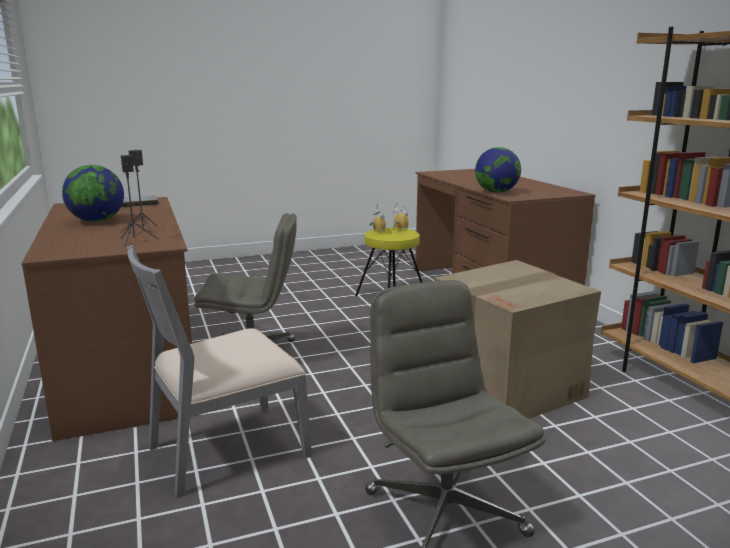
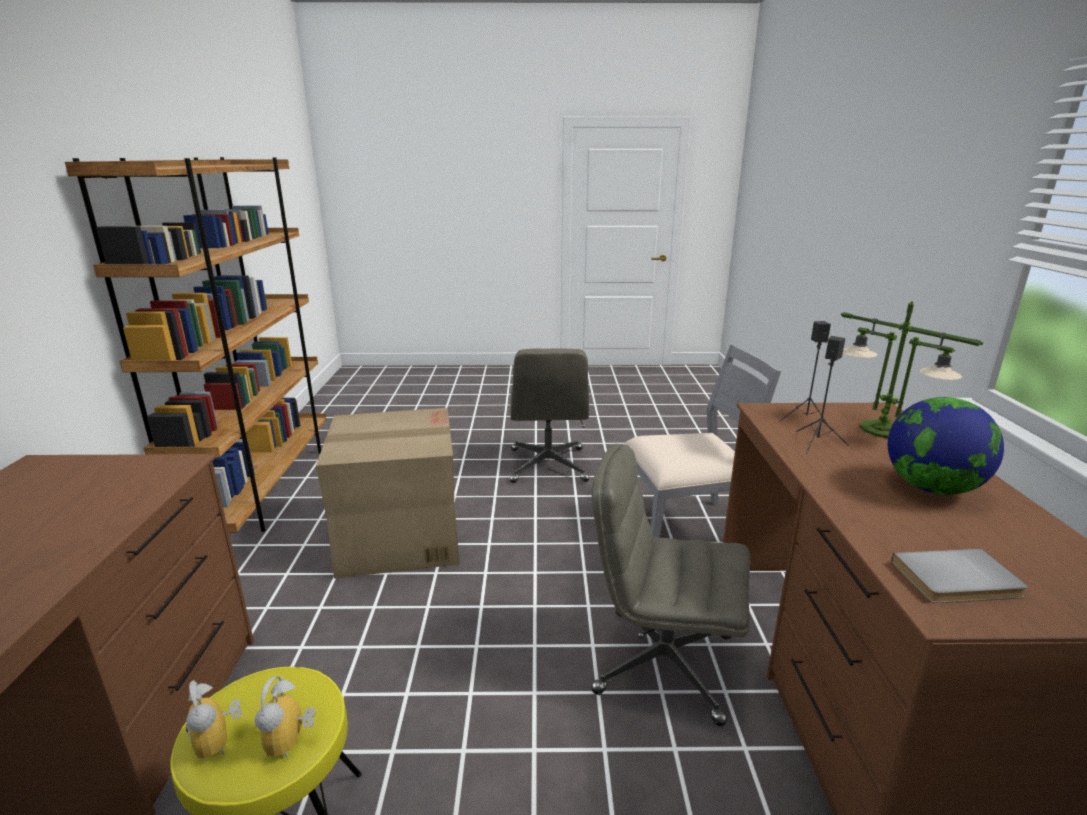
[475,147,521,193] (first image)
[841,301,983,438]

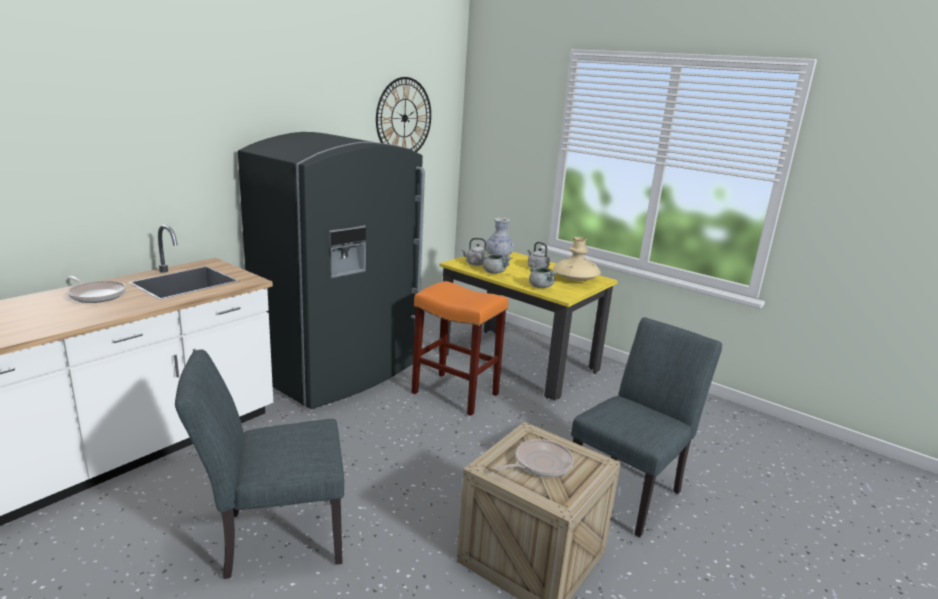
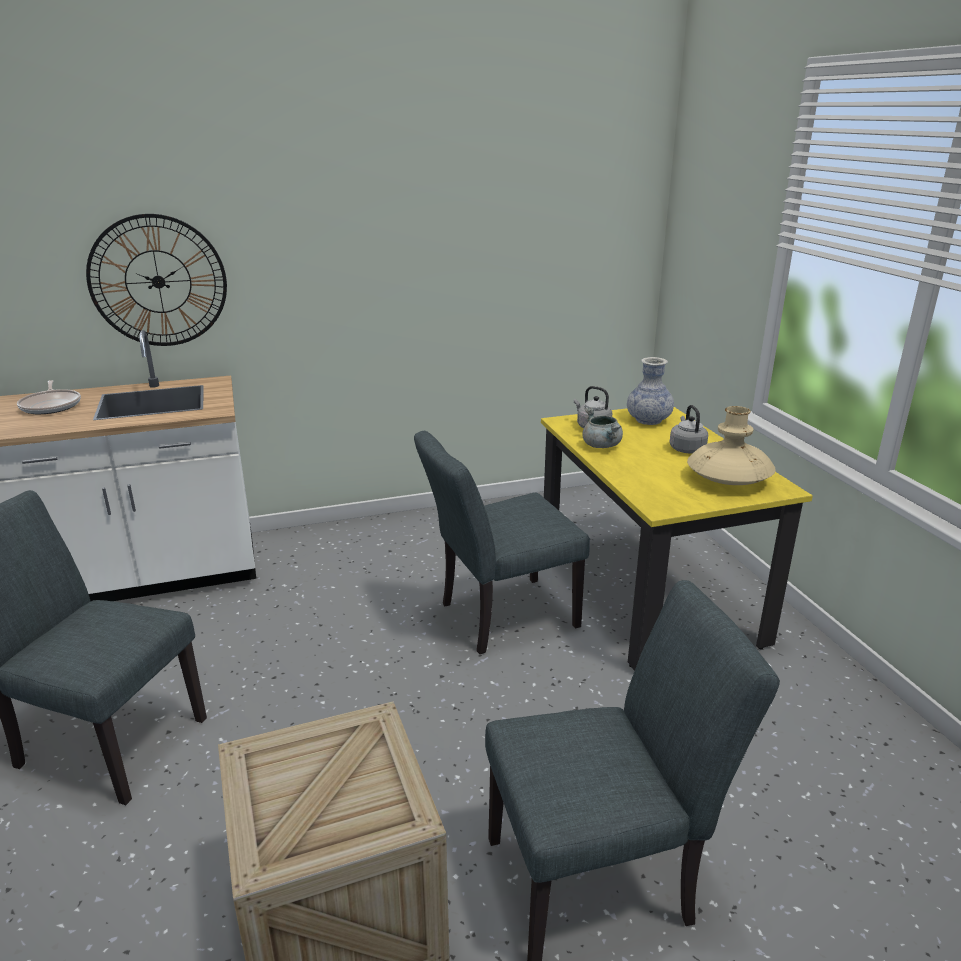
[86,214,227,346]
[238,132,425,409] (first image)
[529,262,557,288] (first image)
[414,431,590,654]
[495,439,573,477] (first image)

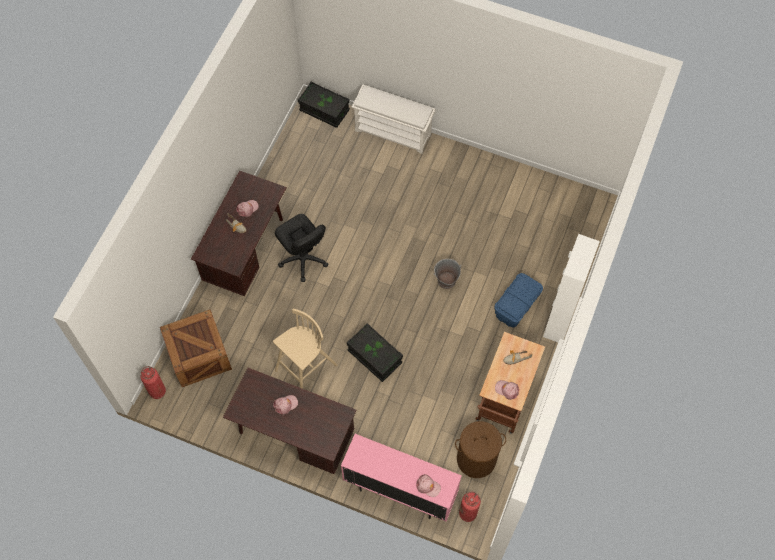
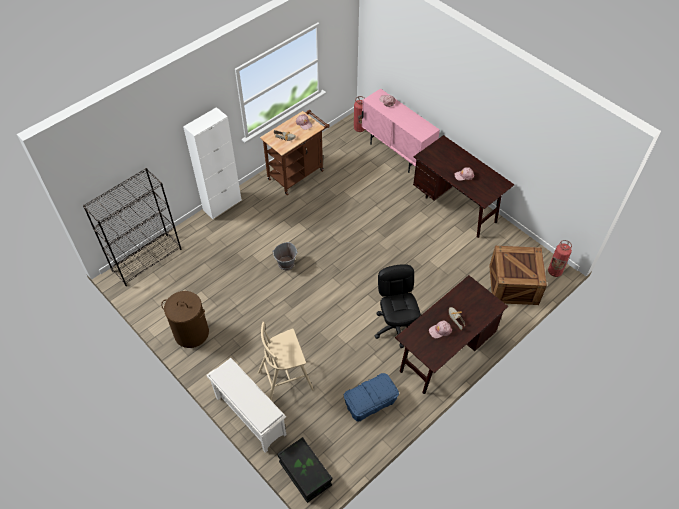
[344,373,399,422]
[258,322,314,400]
[347,323,403,382] (first image)
[161,291,209,348]
[83,168,182,286]

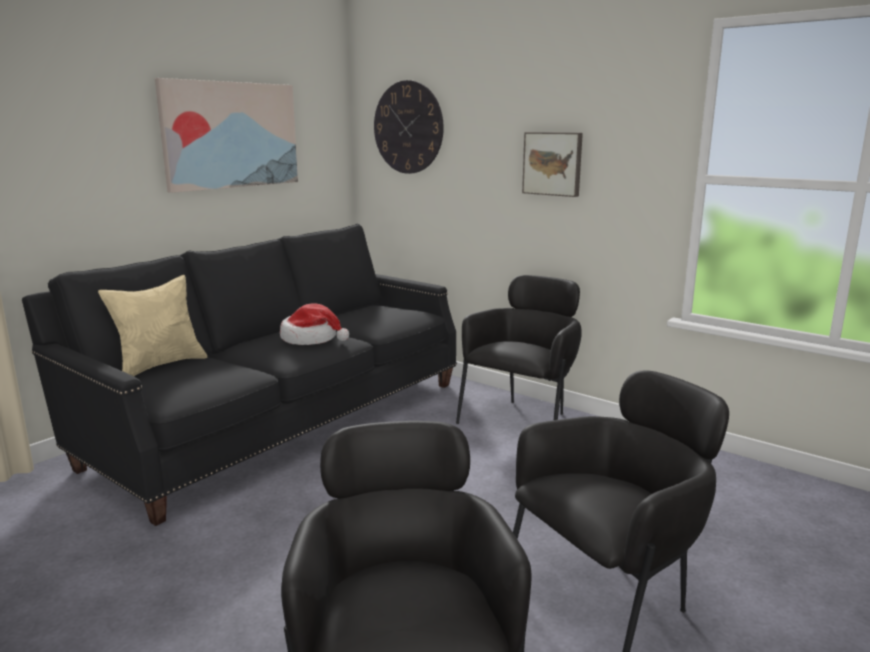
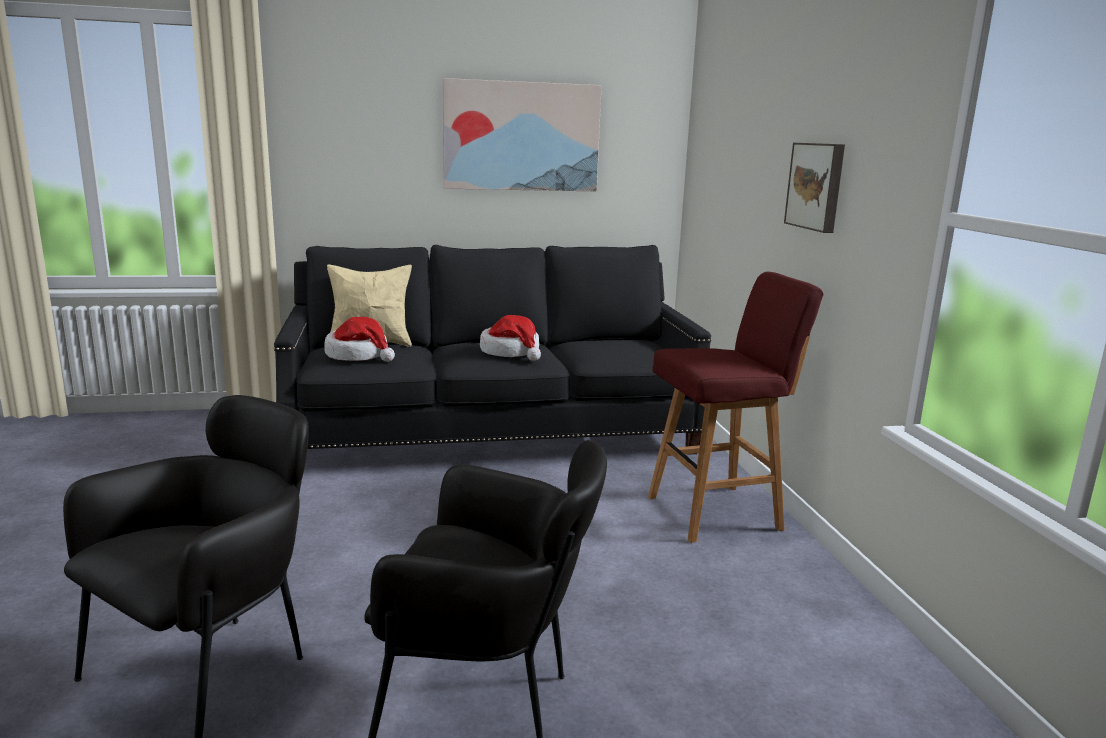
[374,80,444,174] (first image)
[648,272,823,543]
[324,317,395,362]

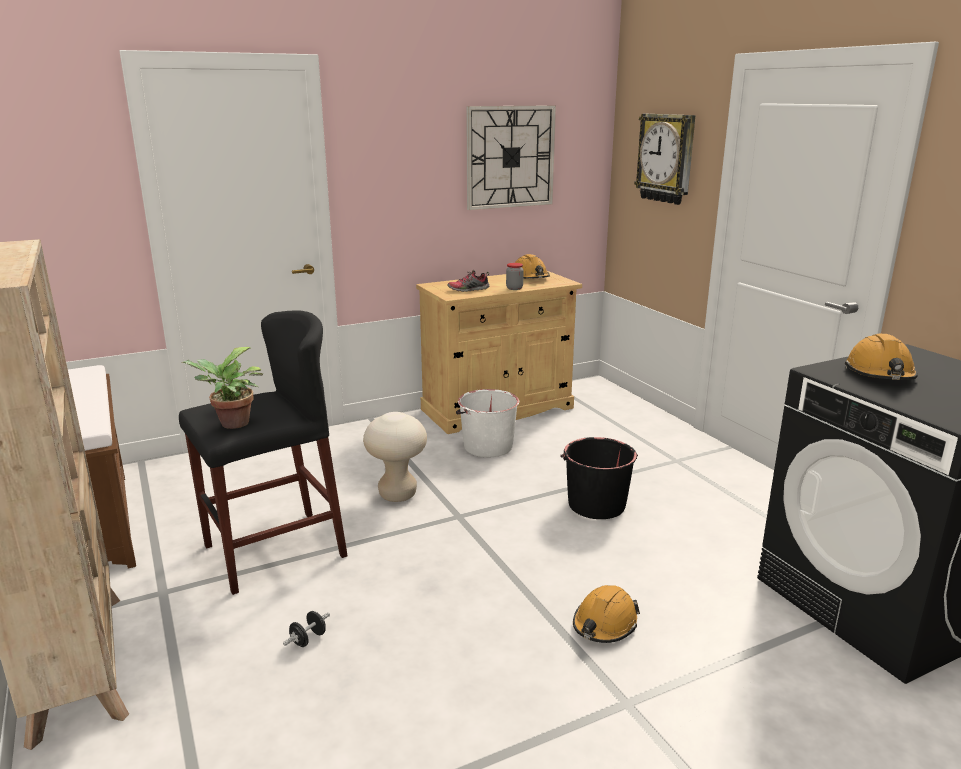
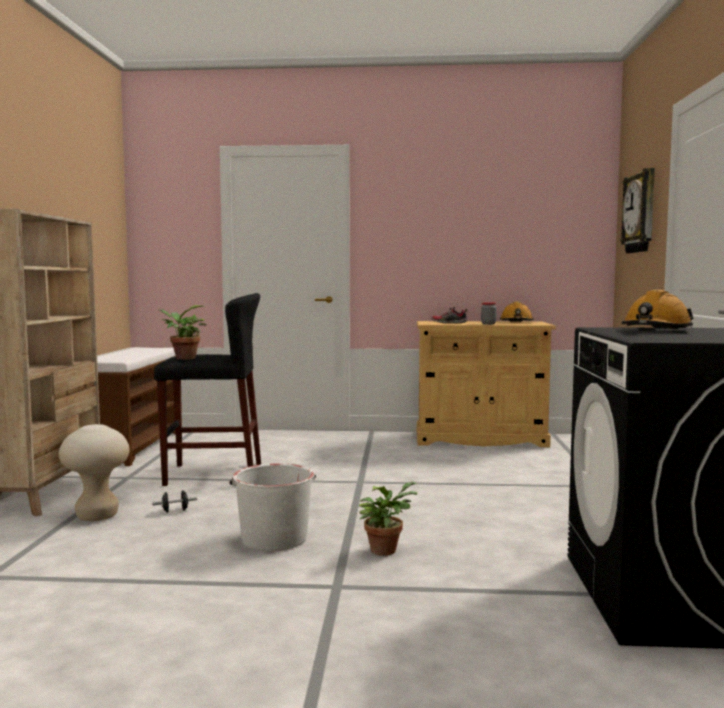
[466,105,556,210] (first image)
[230,463,316,551]
[59,424,129,521]
[560,437,638,519] (first image)
[359,481,417,556]

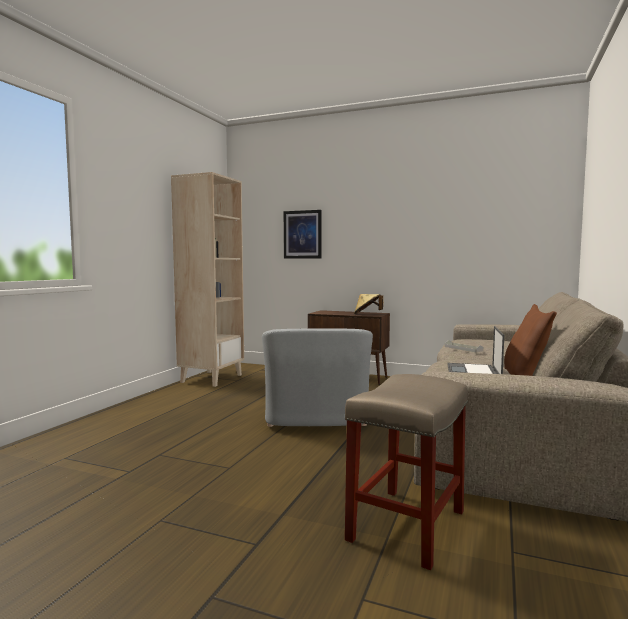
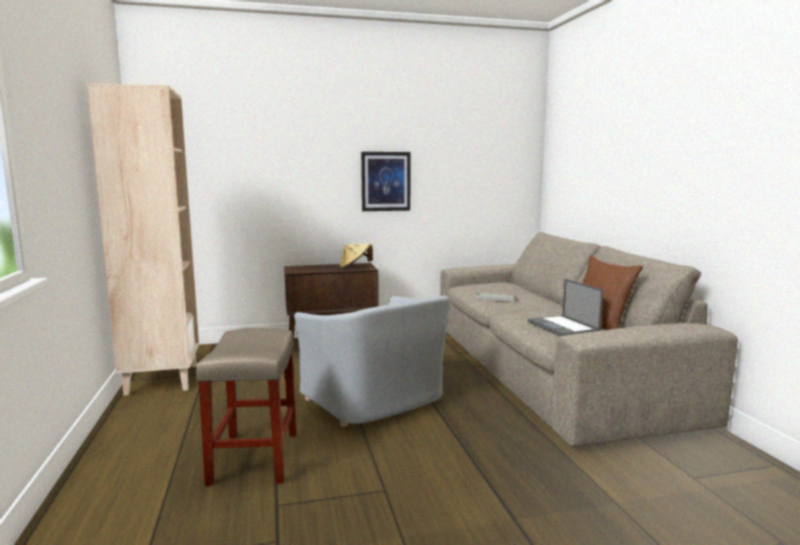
[361,152,411,211]
[196,328,297,486]

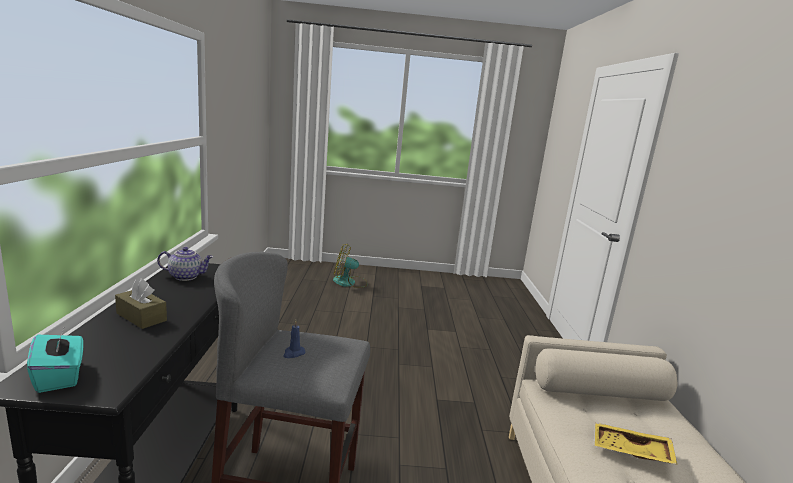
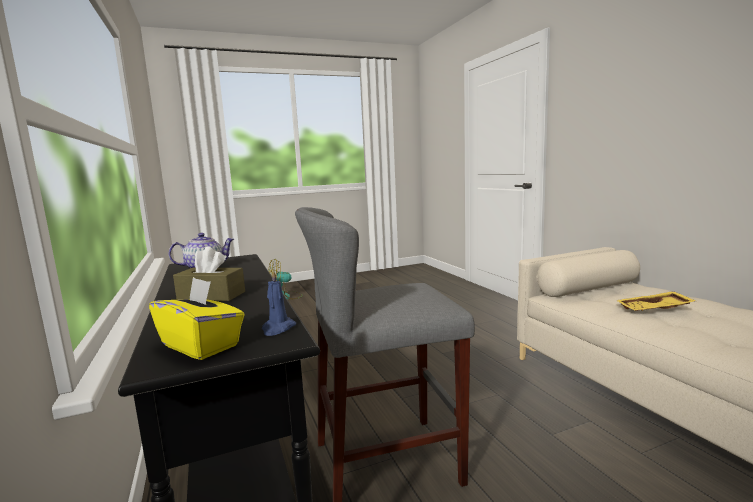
[262,269,296,336]
[149,277,245,360]

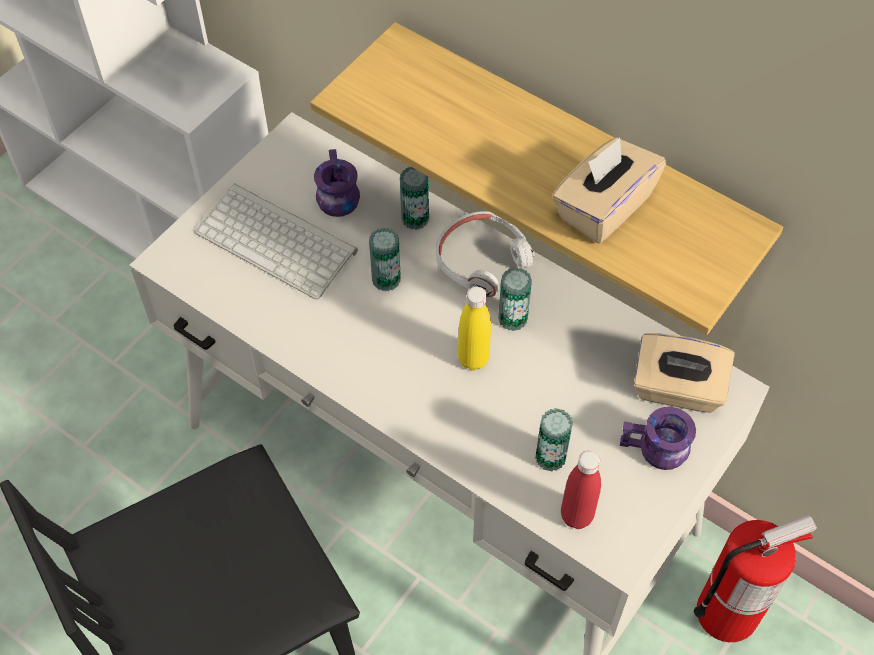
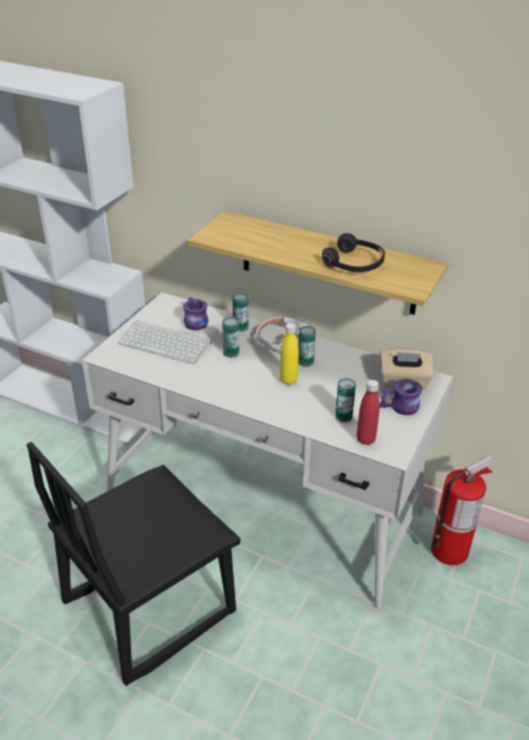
[322,233,385,272]

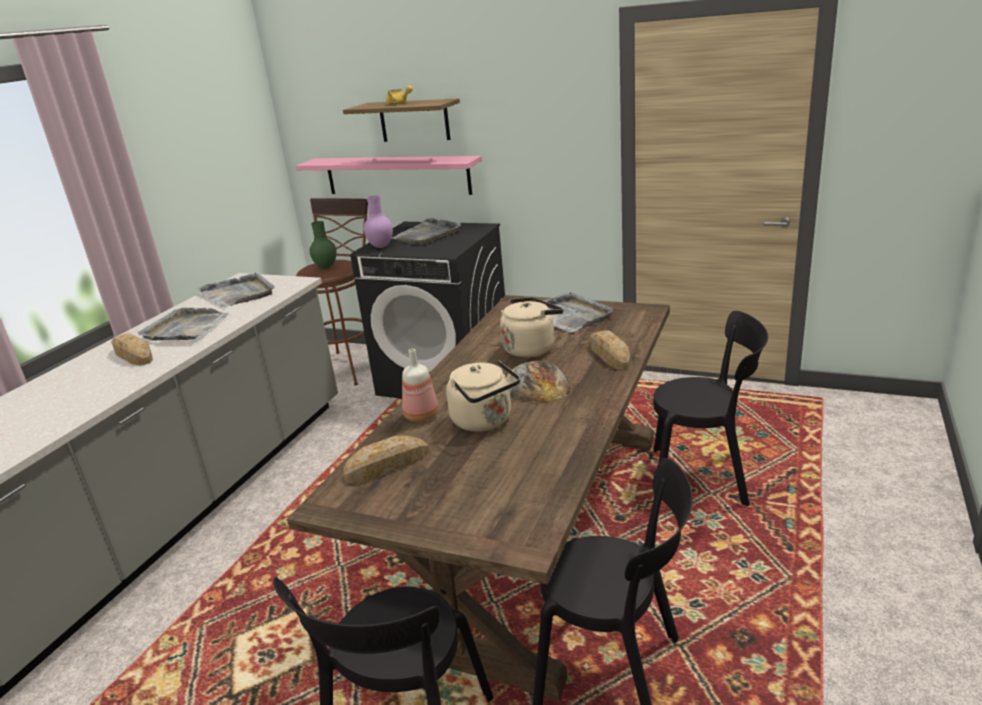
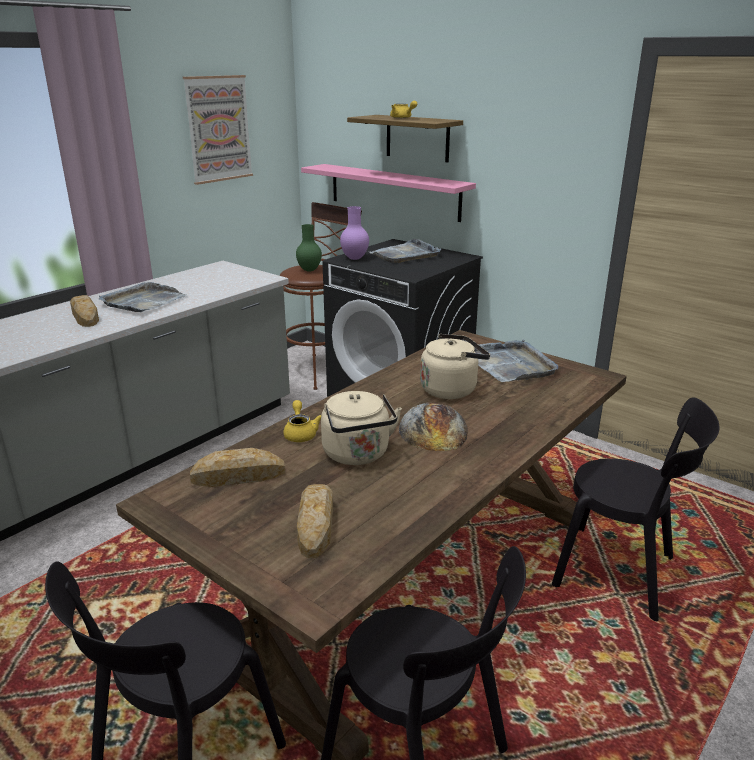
[197,272,275,308] (first image)
[297,484,333,558]
[283,400,321,442]
[183,75,253,185]

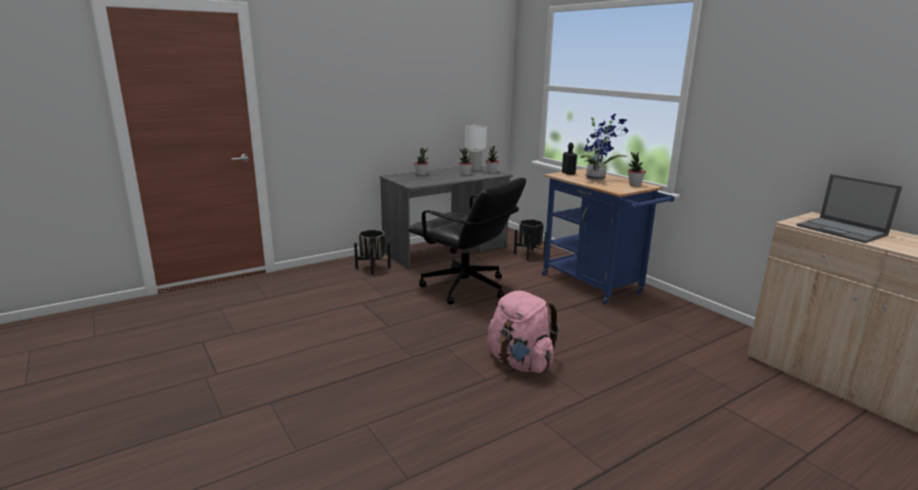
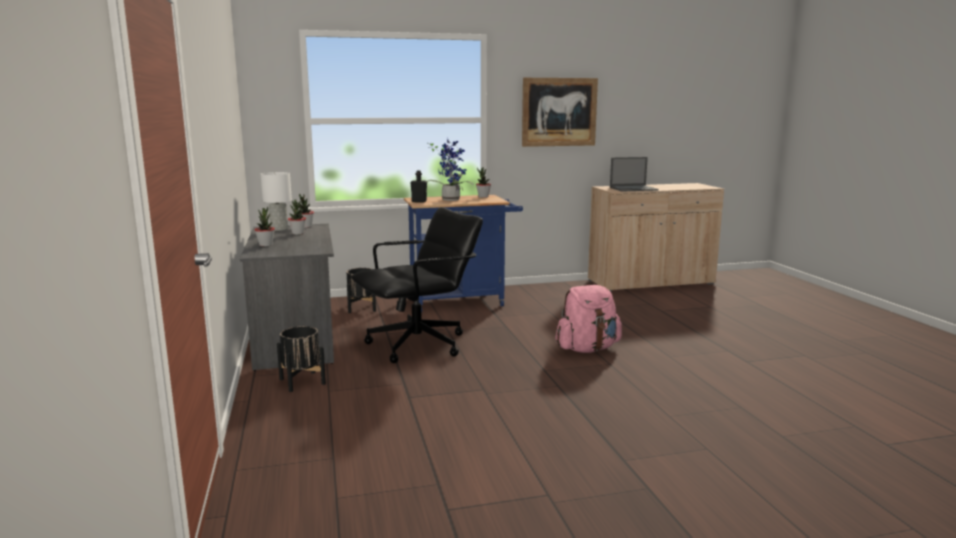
[522,78,598,147]

